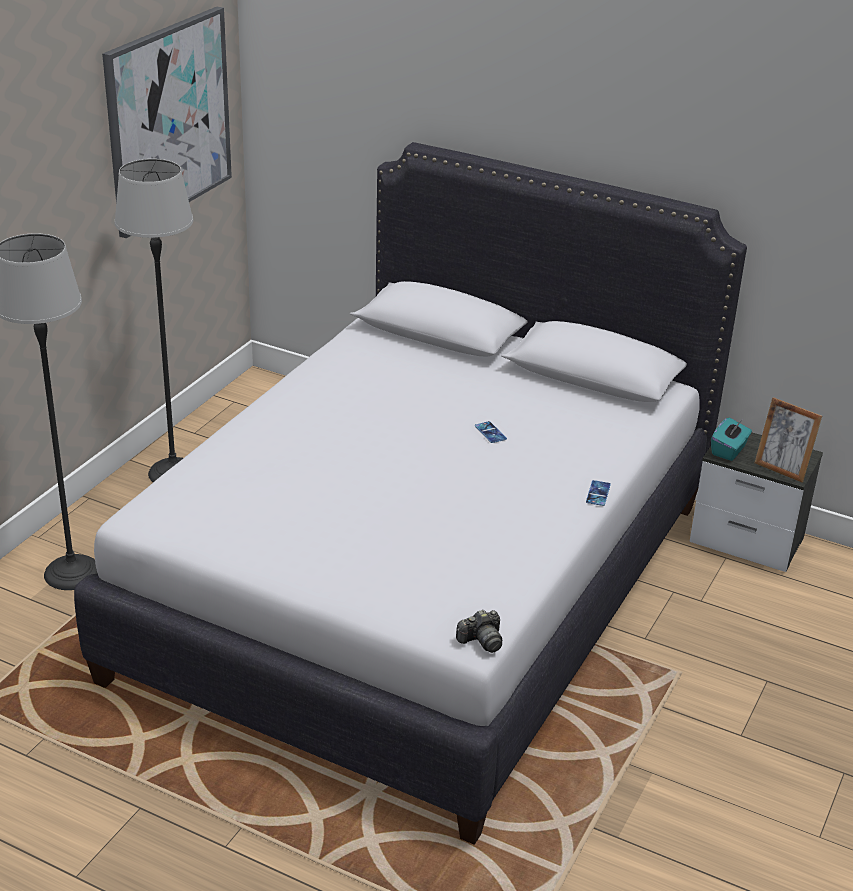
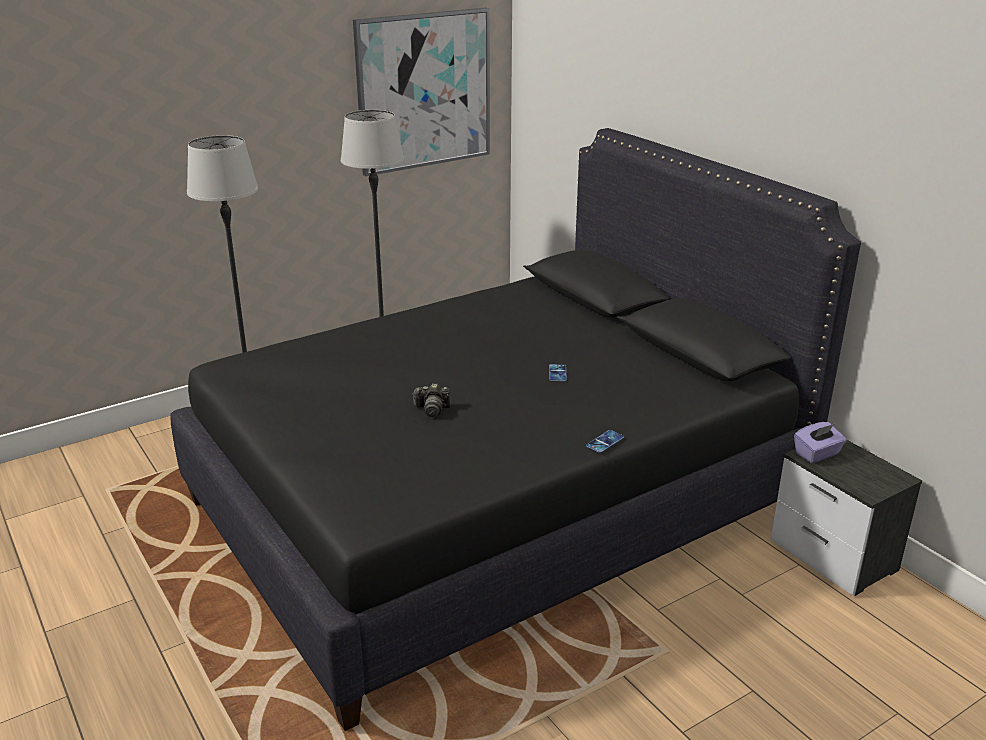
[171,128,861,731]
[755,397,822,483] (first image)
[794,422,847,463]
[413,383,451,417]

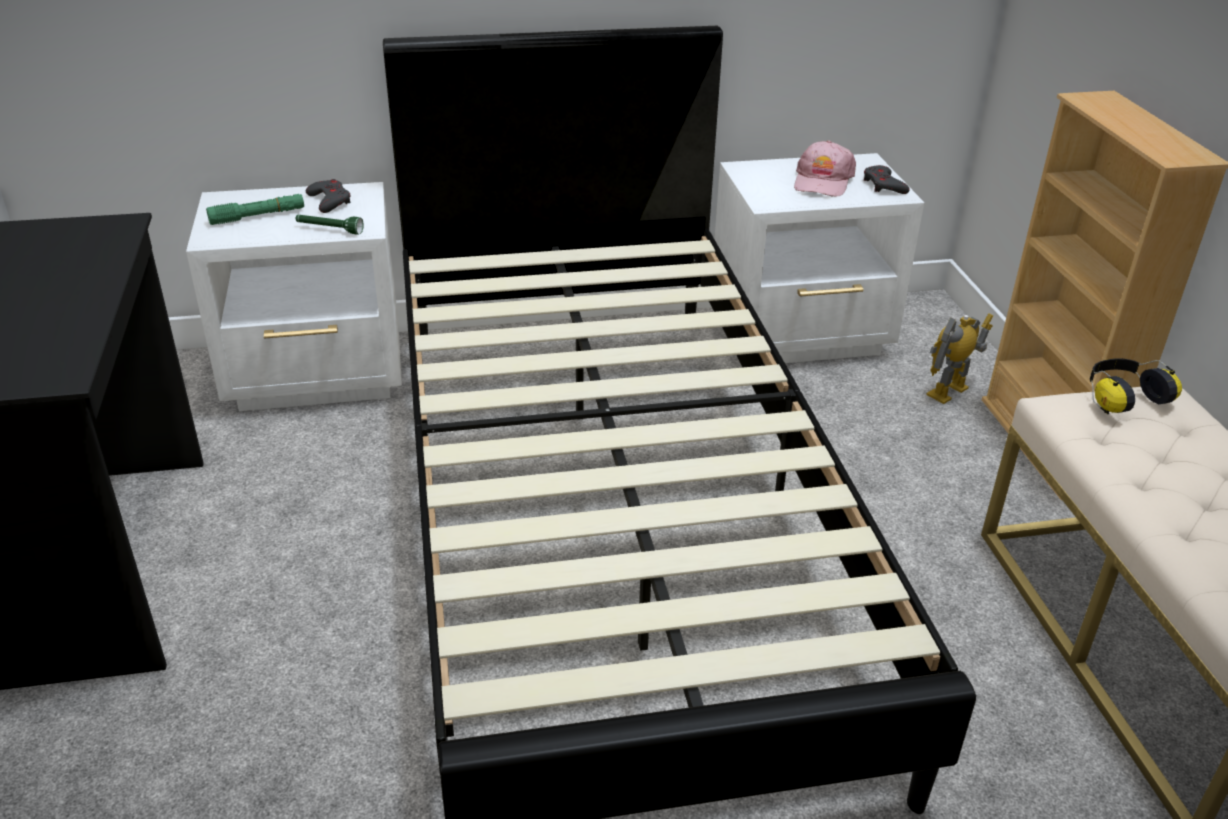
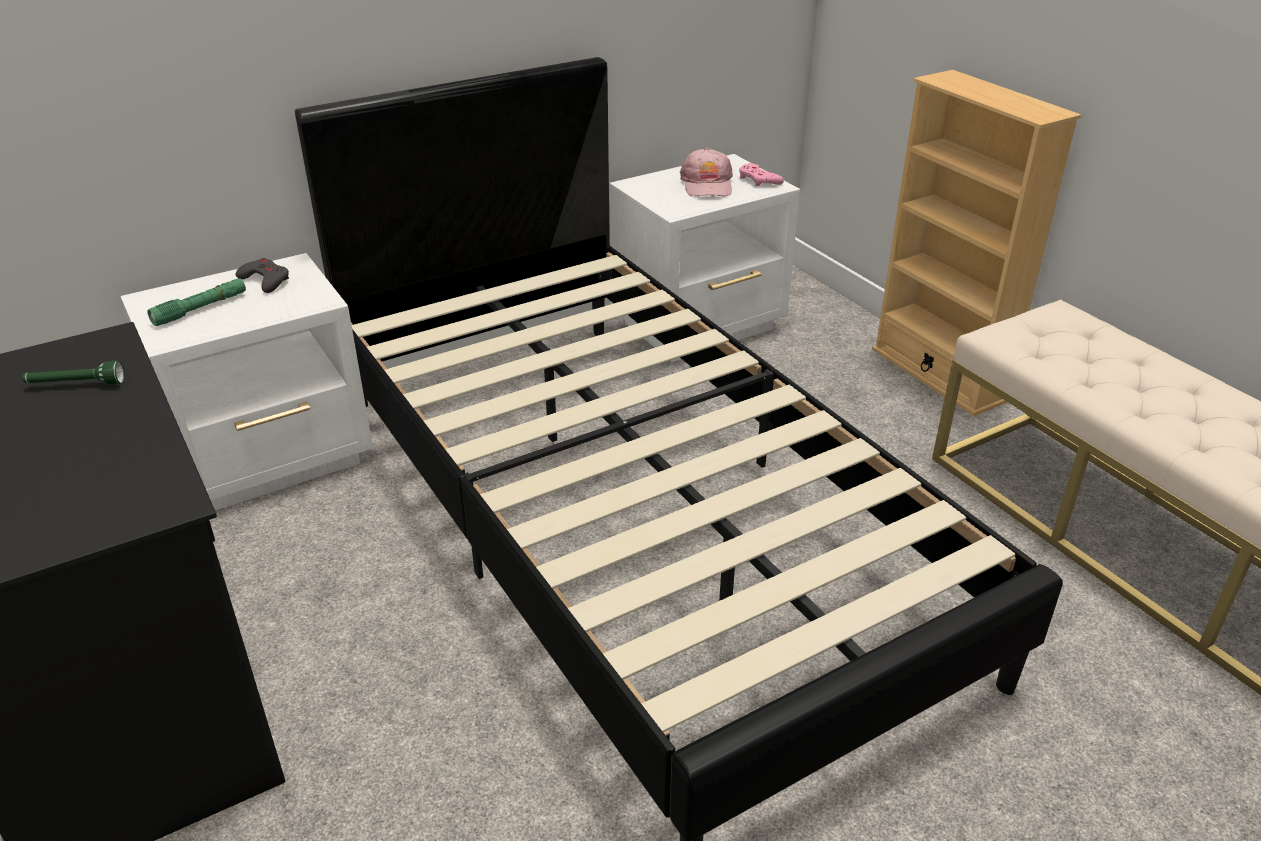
[739,163,784,186]
[22,361,124,384]
[926,313,993,404] (first image)
[1090,358,1182,414] (first image)

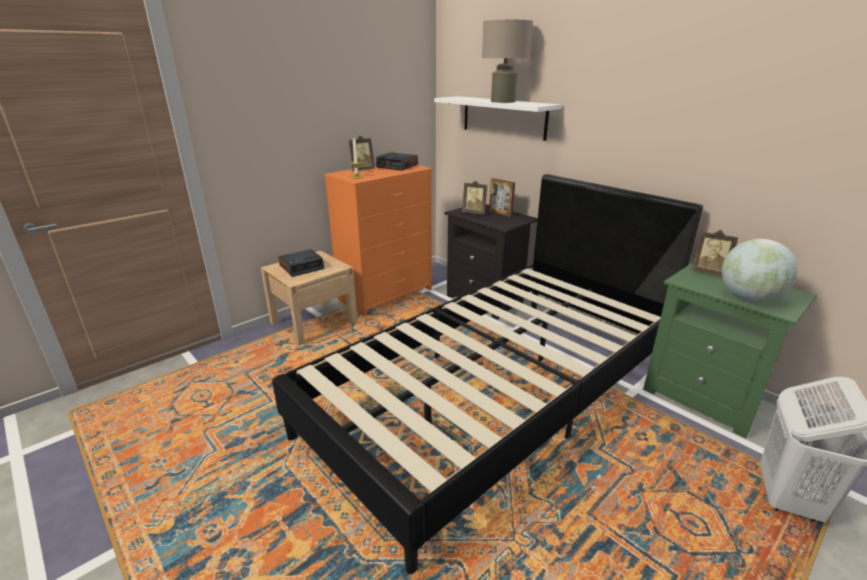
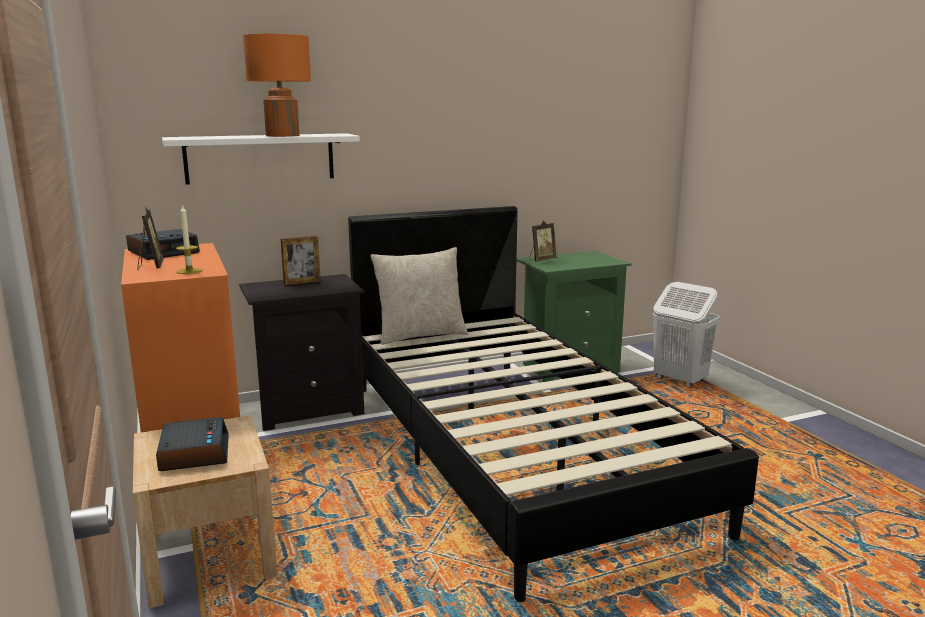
[243,34,311,137]
[462,180,487,214] (first image)
[722,239,798,302] (first image)
[371,247,468,345]

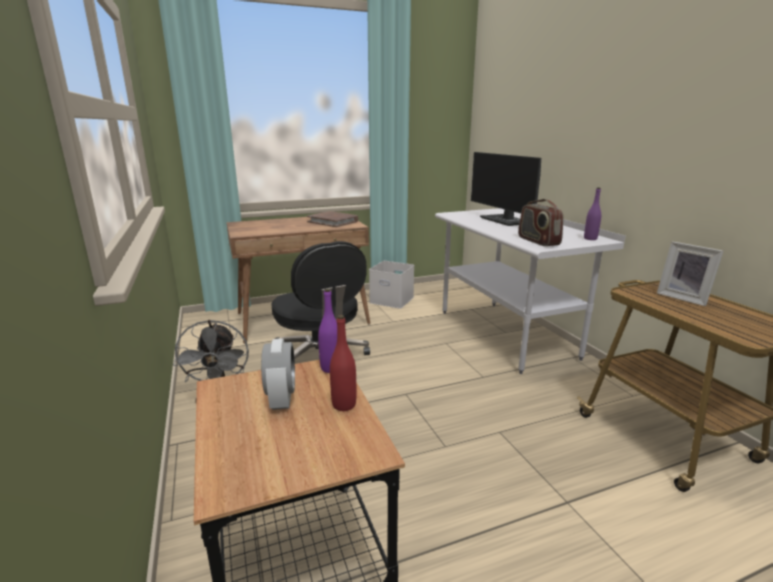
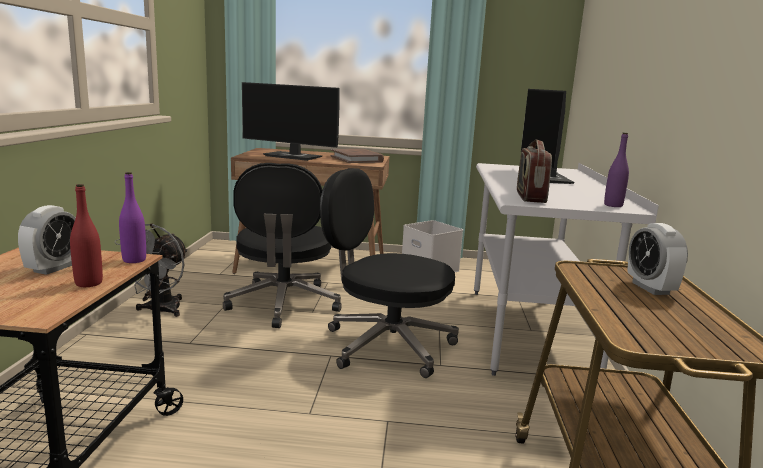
[627,223,688,295]
[242,82,340,161]
[320,168,459,378]

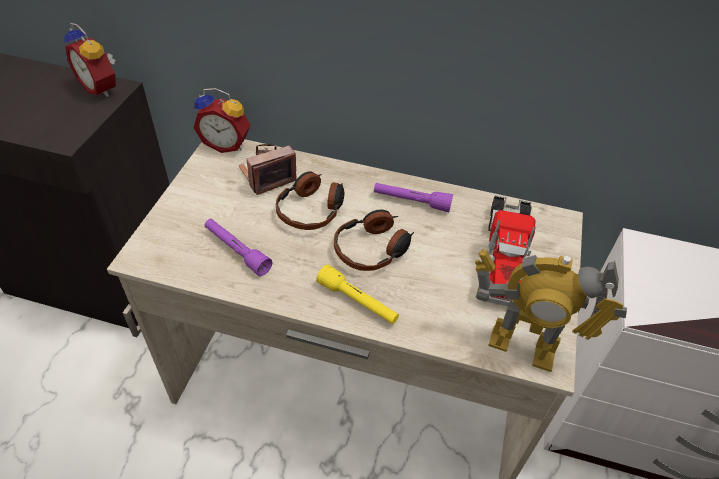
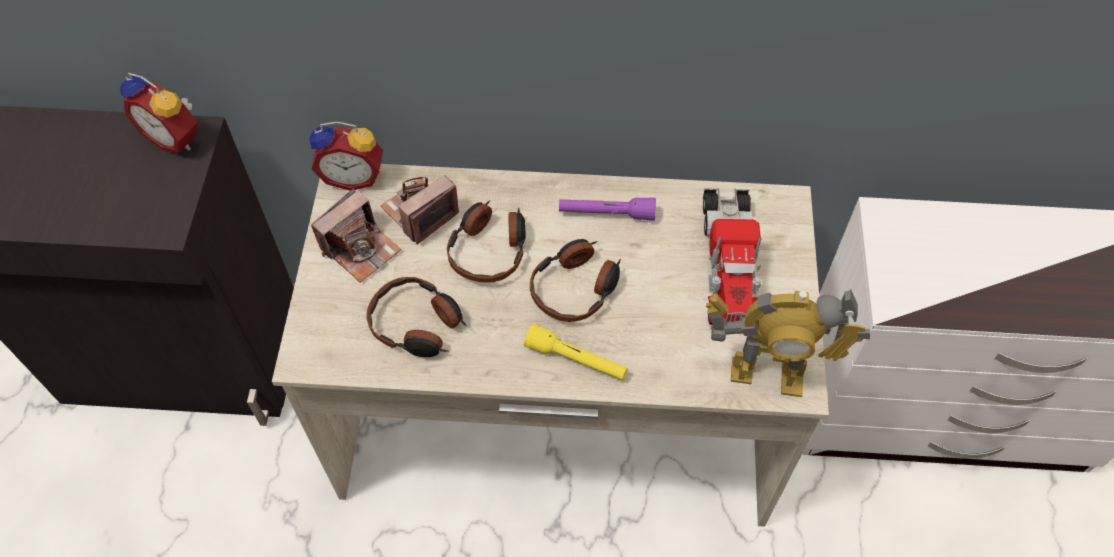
[366,277,467,357]
[311,188,401,283]

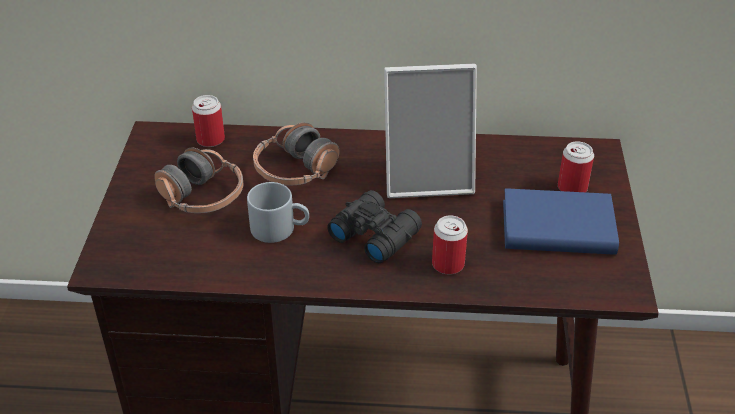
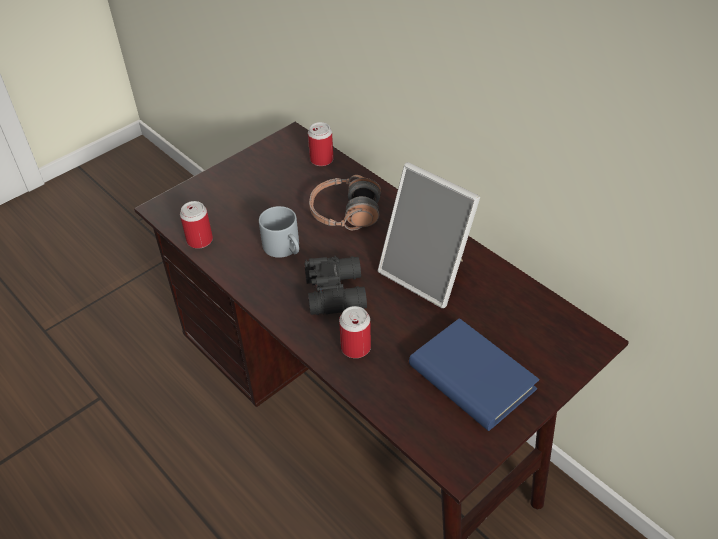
[180,201,213,249]
[154,147,243,213] (first image)

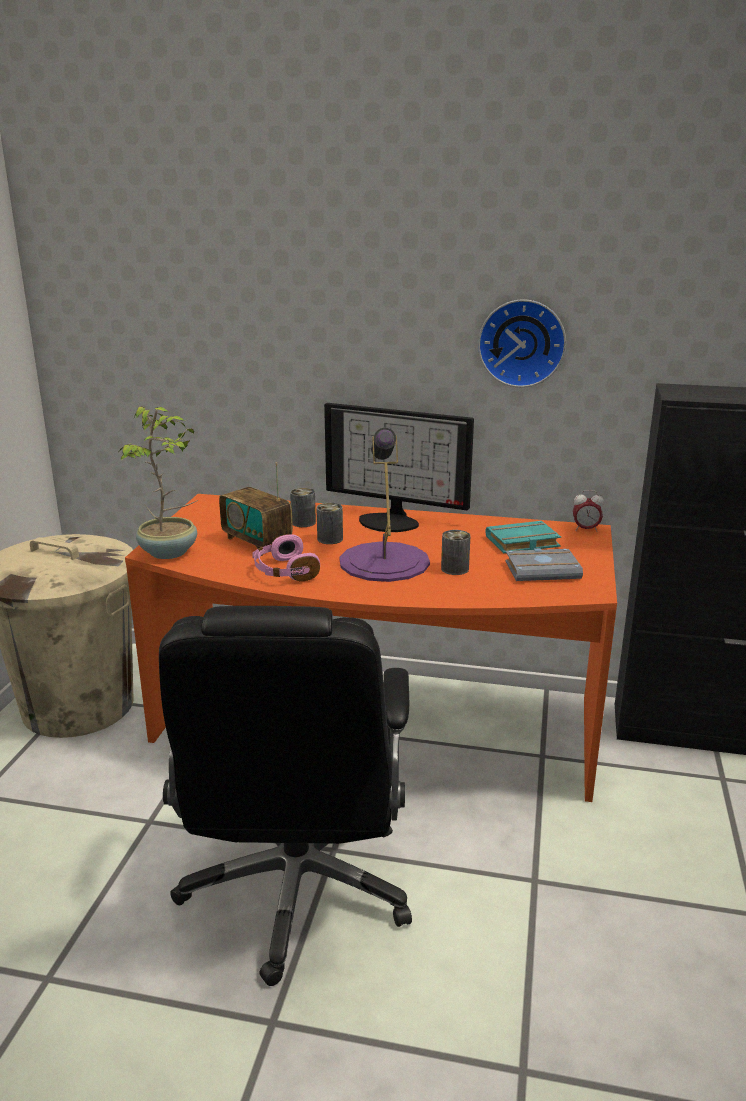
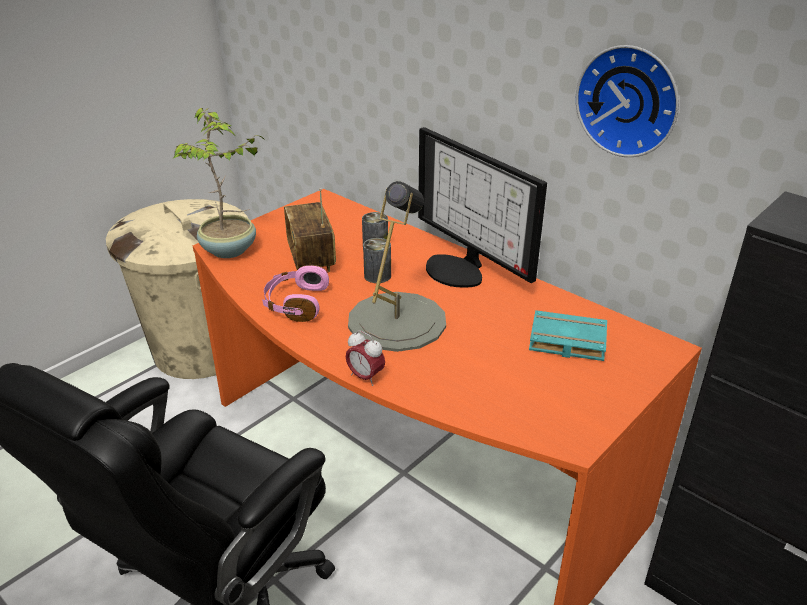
[348,181,446,352]
[346,330,385,386]
[441,530,471,575] (first image)
[505,548,583,581] (first image)

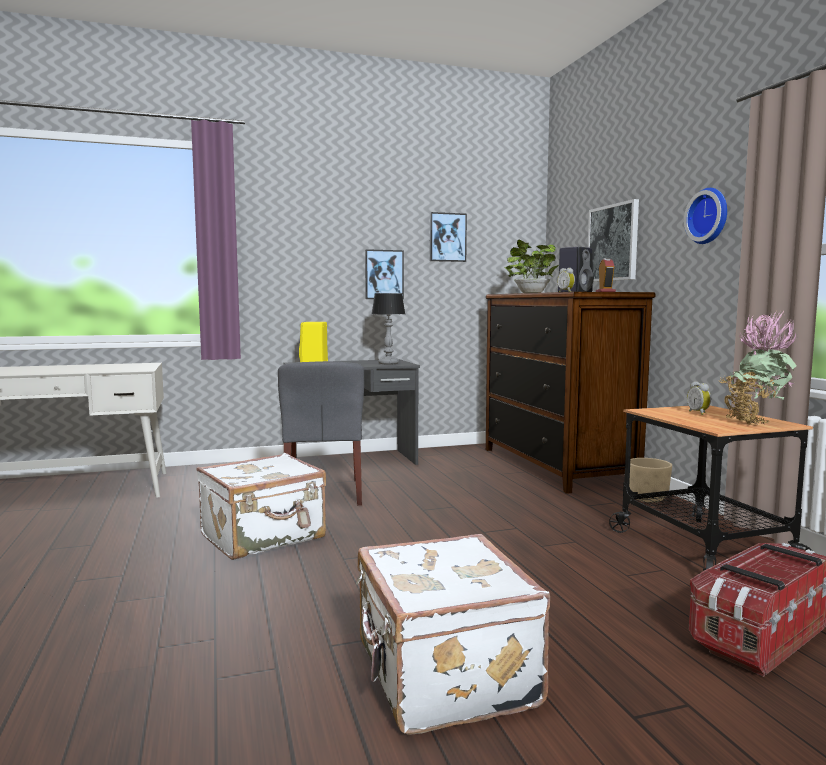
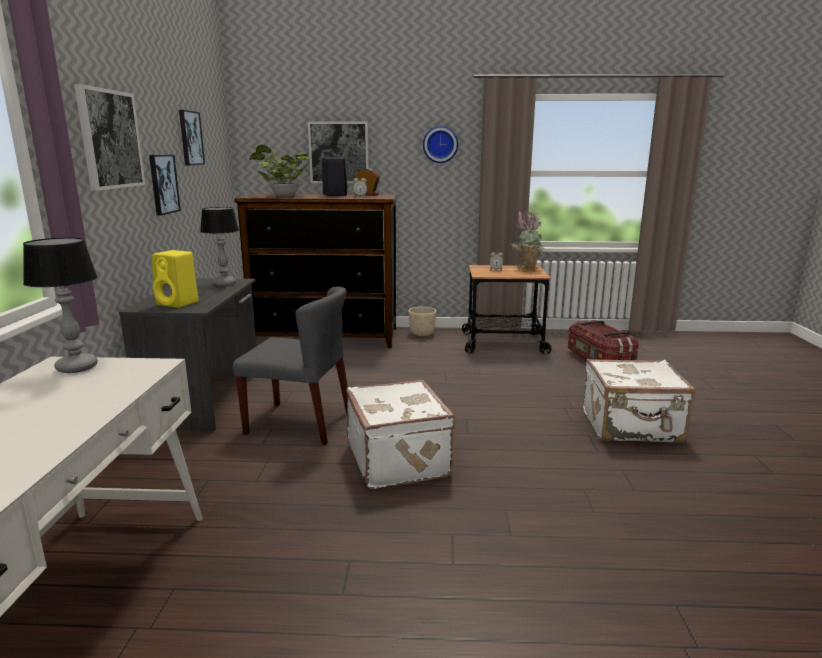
[74,84,145,191]
[23,237,98,373]

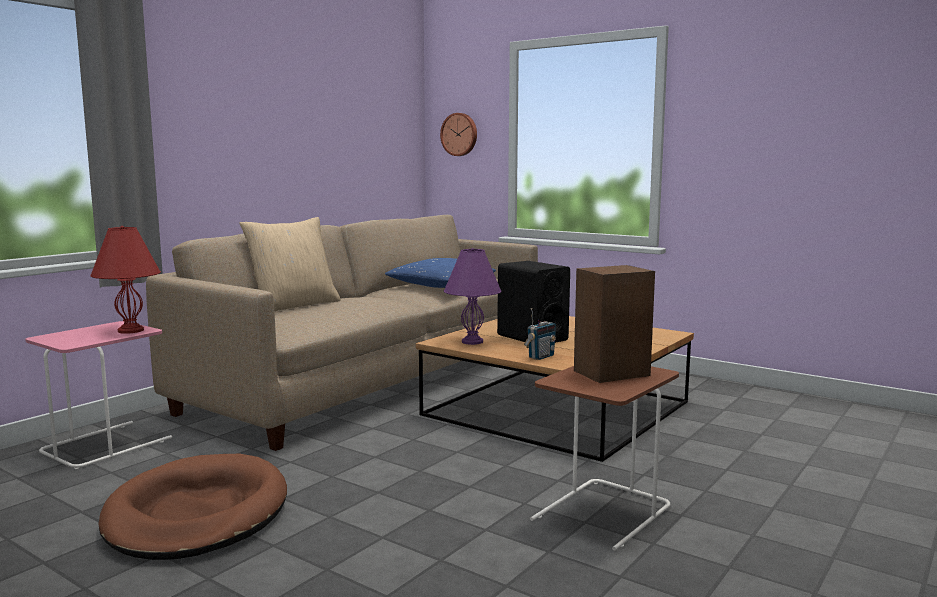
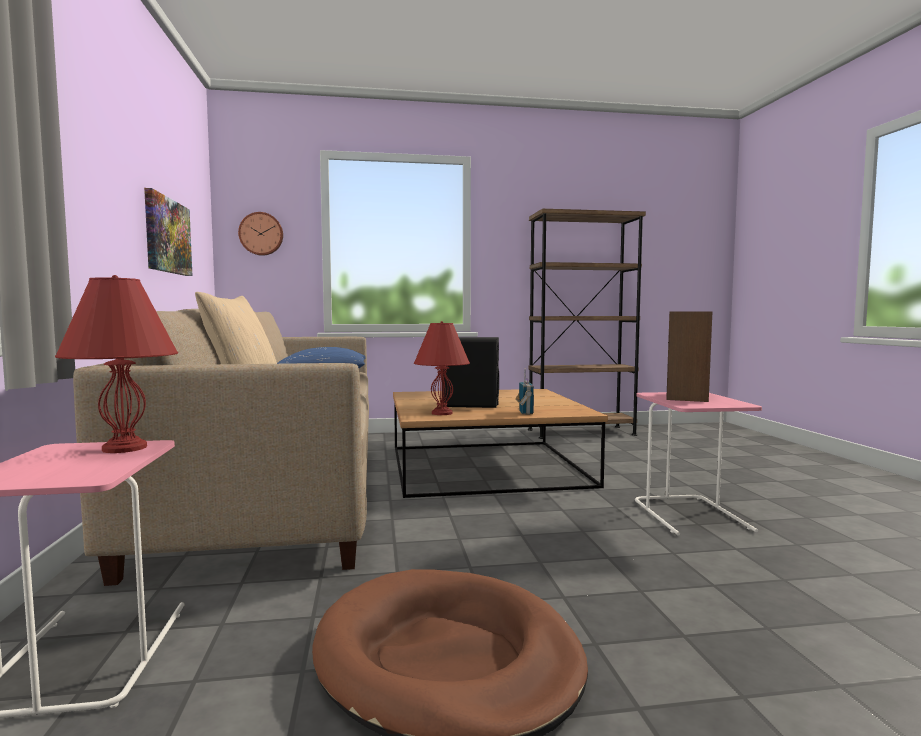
[414,321,470,415]
[635,392,762,536]
[144,188,192,276]
[528,209,646,439]

